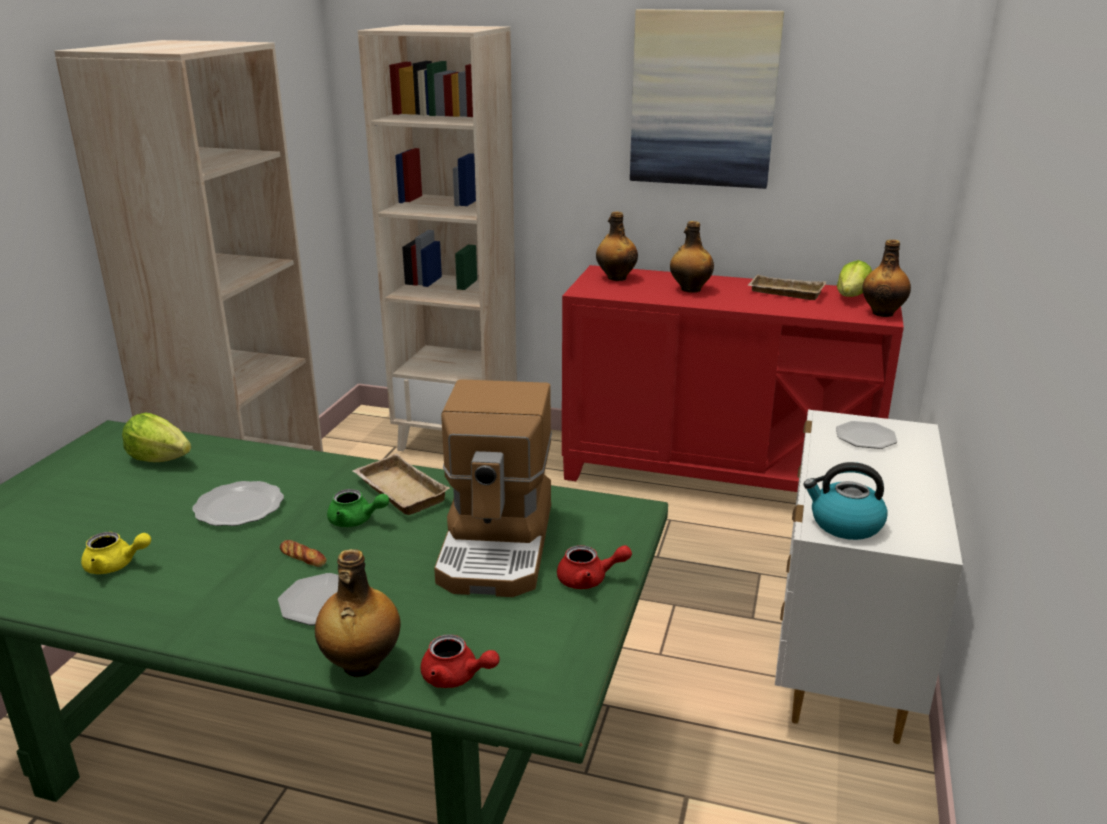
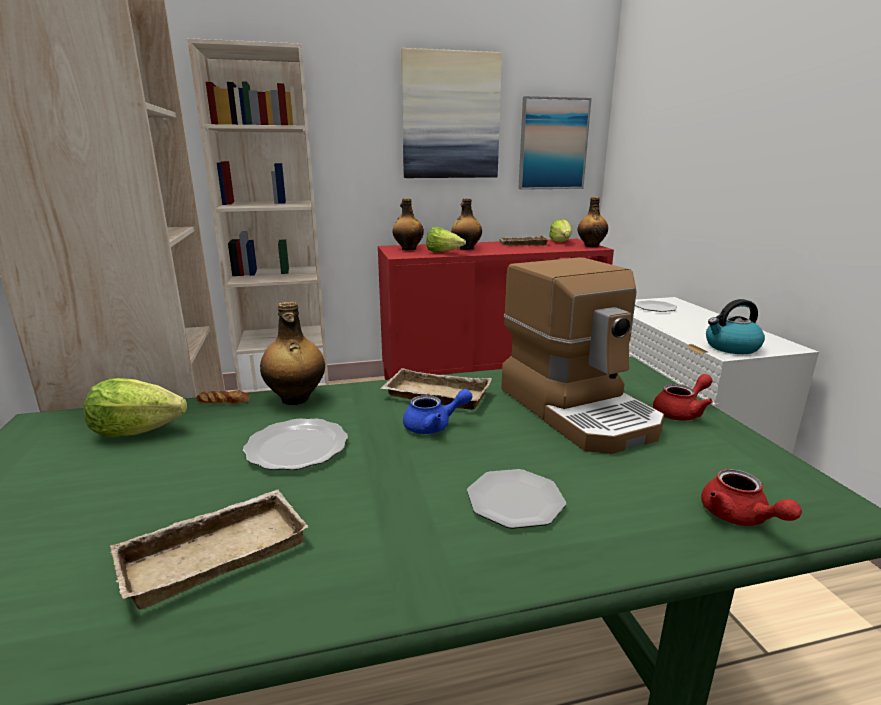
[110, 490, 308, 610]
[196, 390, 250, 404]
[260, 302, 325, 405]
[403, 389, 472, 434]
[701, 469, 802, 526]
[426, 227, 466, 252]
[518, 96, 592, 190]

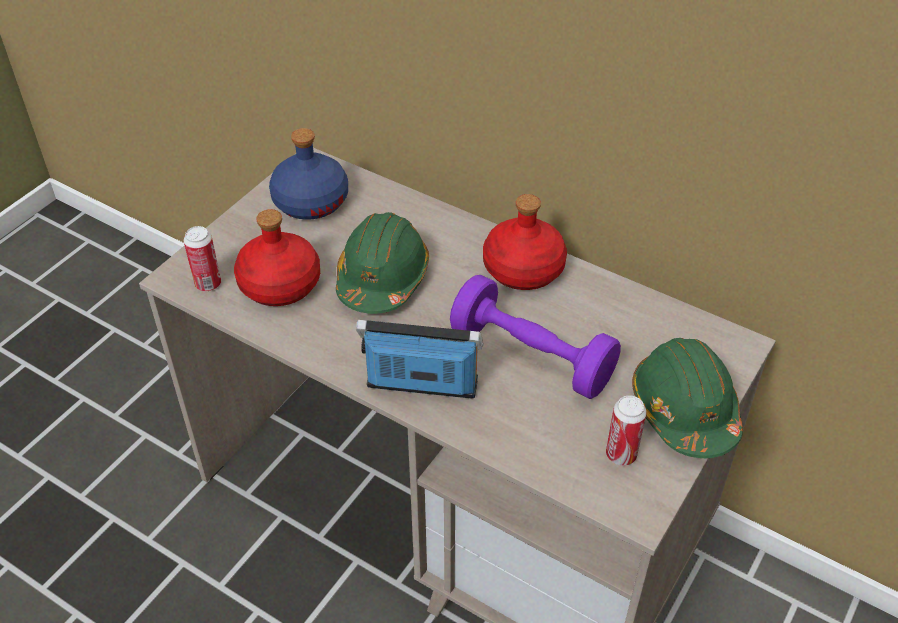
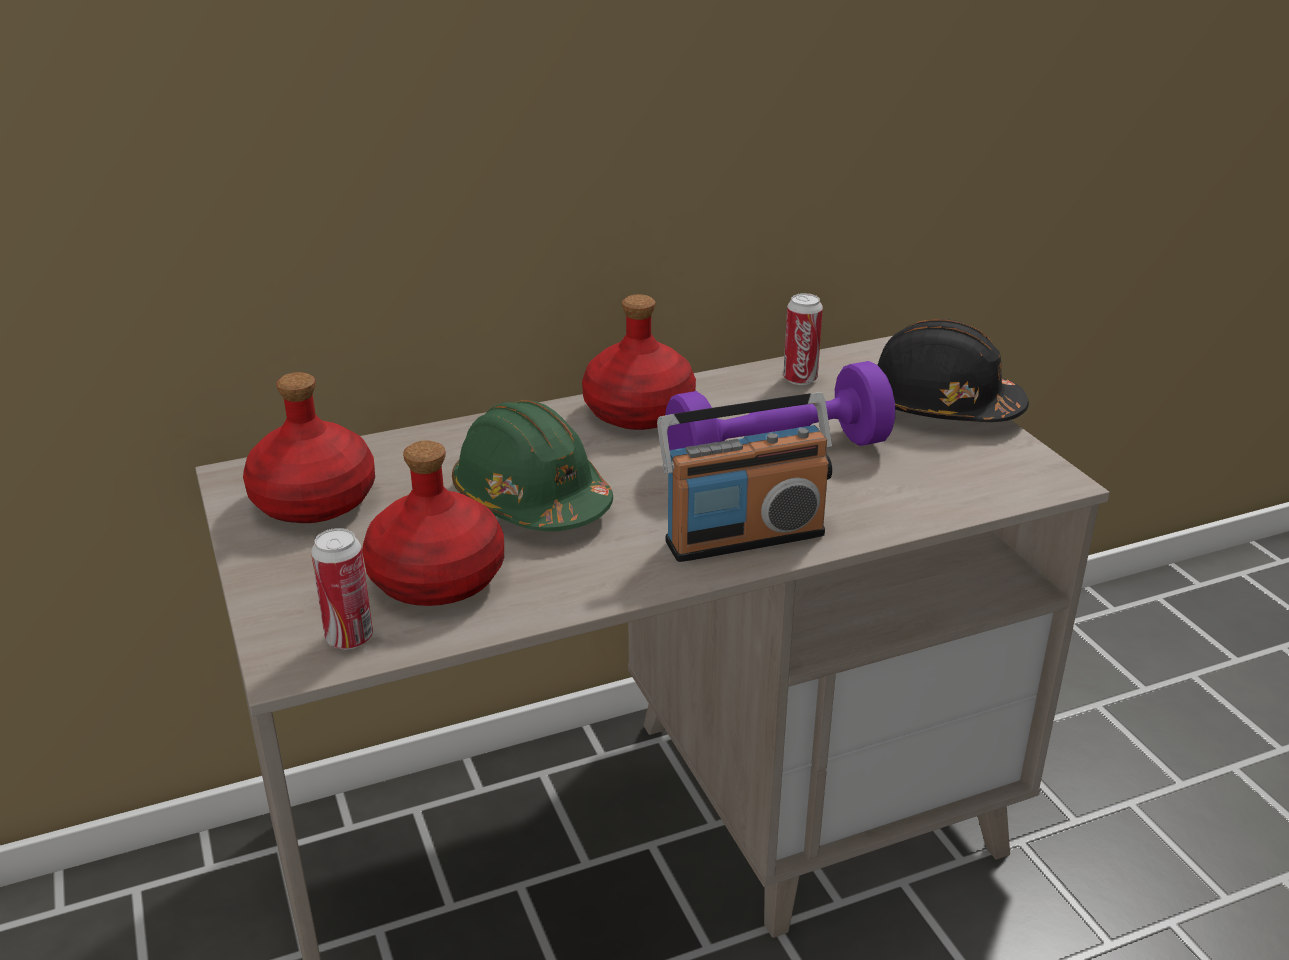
[243, 372, 375, 523]
[657, 392, 832, 562]
[783, 293, 823, 385]
[878, 319, 1029, 422]

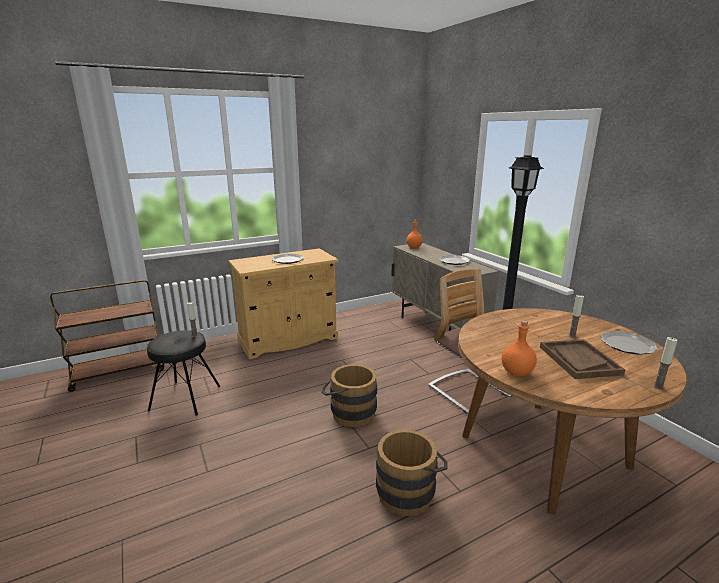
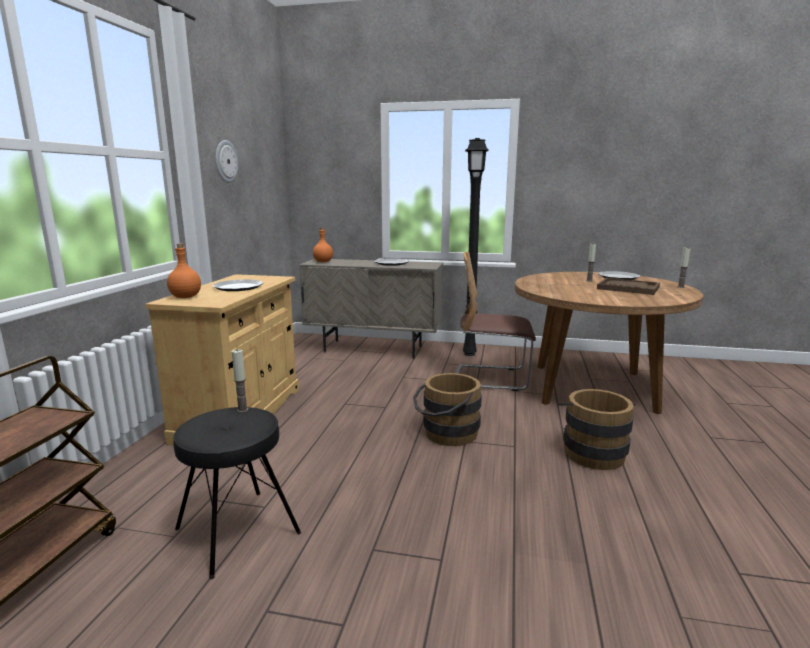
[167, 243, 201, 298]
[215, 140, 238, 183]

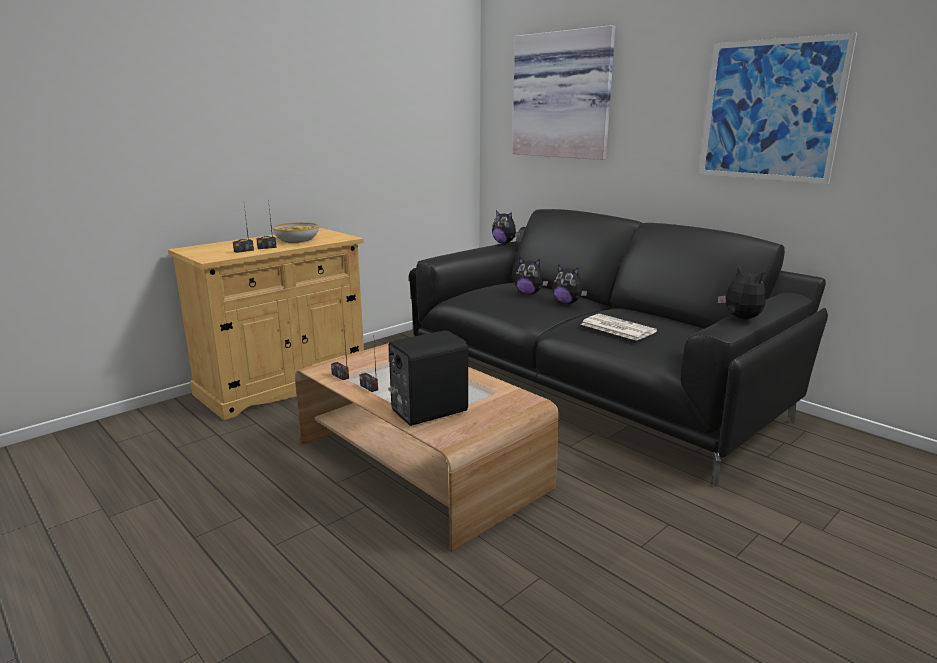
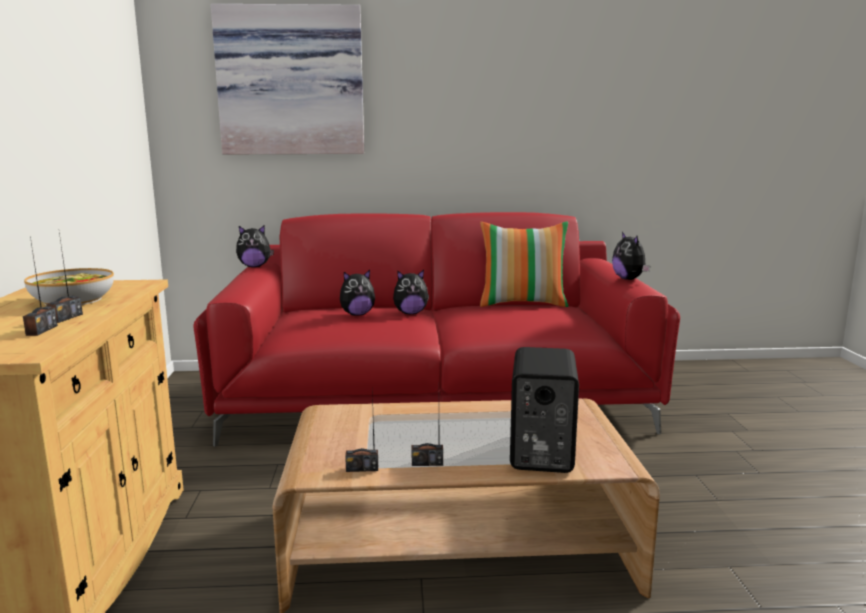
[194, 212, 680, 447]
[581, 314, 657, 341] (first image)
[699, 33, 857, 184] (first image)
[612, 232, 650, 280]
[480, 221, 569, 307]

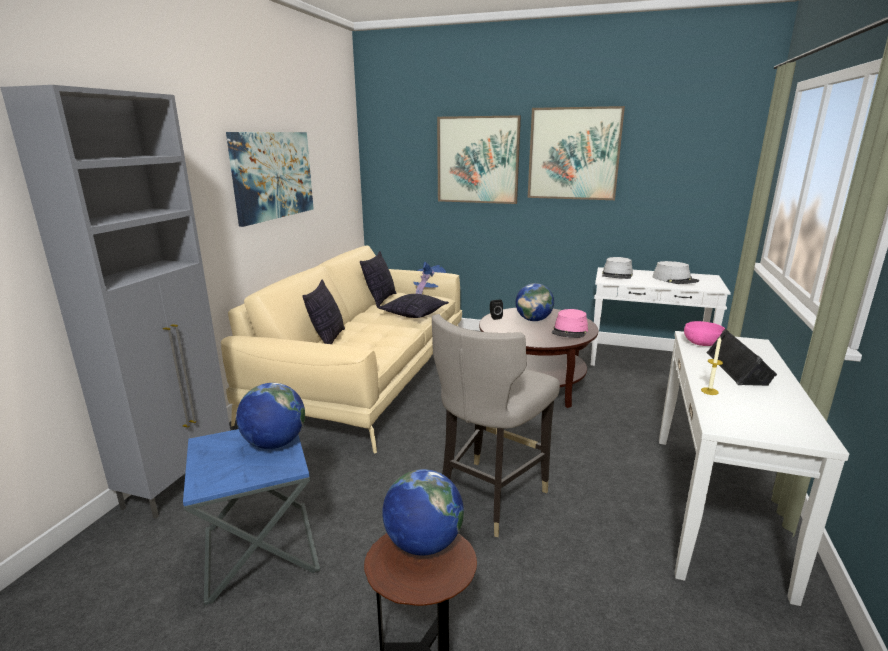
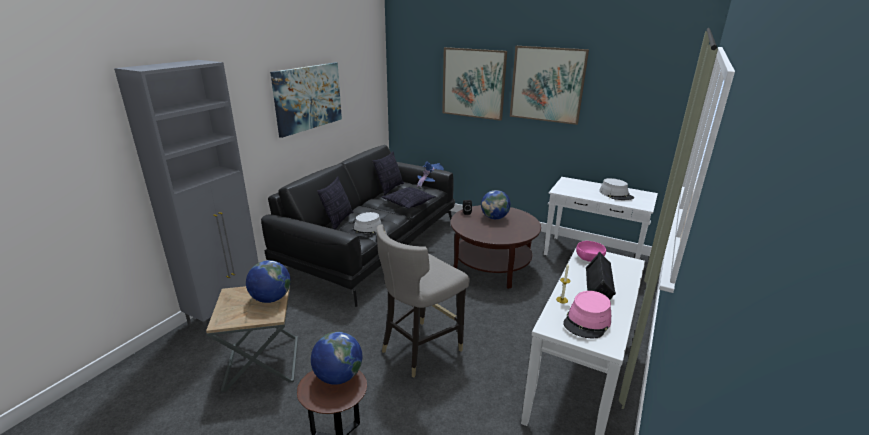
[206, 286, 298, 392]
[261, 145, 455, 307]
[563, 291, 611, 338]
[349, 212, 382, 237]

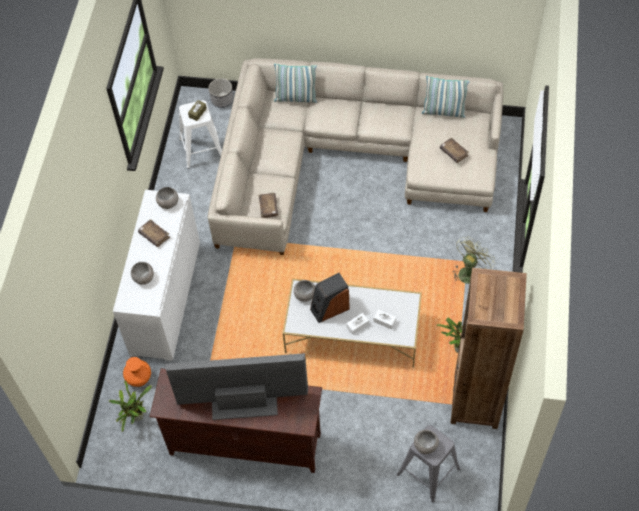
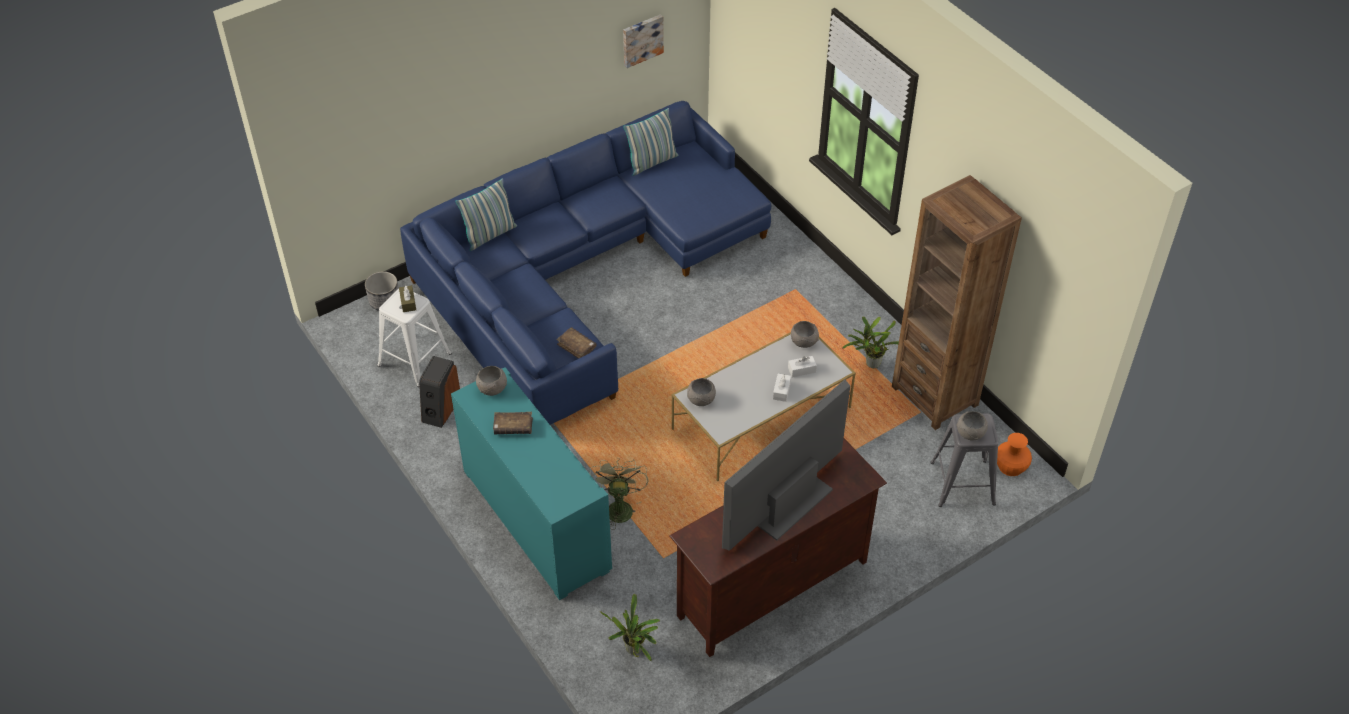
[451, 367, 612, 600]
[997, 433, 1032, 476]
[791, 321, 819, 348]
[400, 101, 771, 425]
[419, 356, 460, 428]
[440, 138, 469, 163] (first image)
[590, 458, 649, 530]
[623, 14, 664, 68]

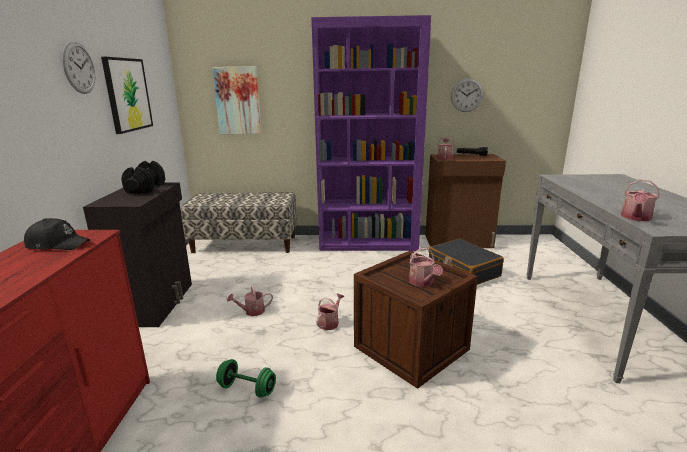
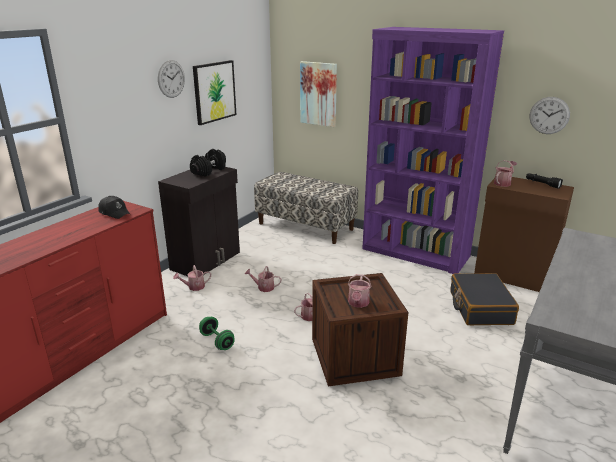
[173, 265, 211, 291]

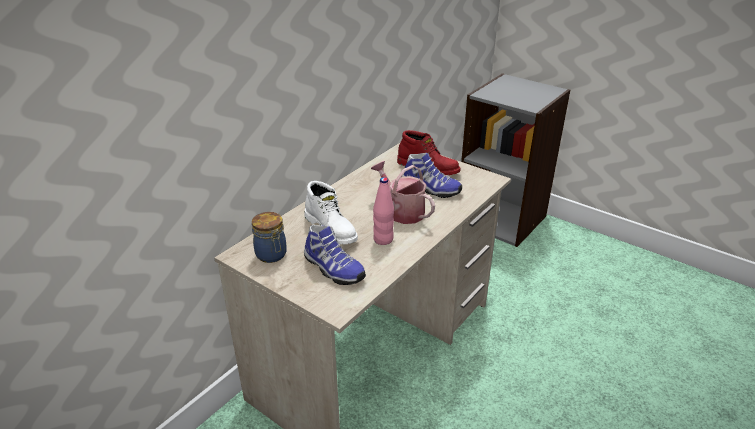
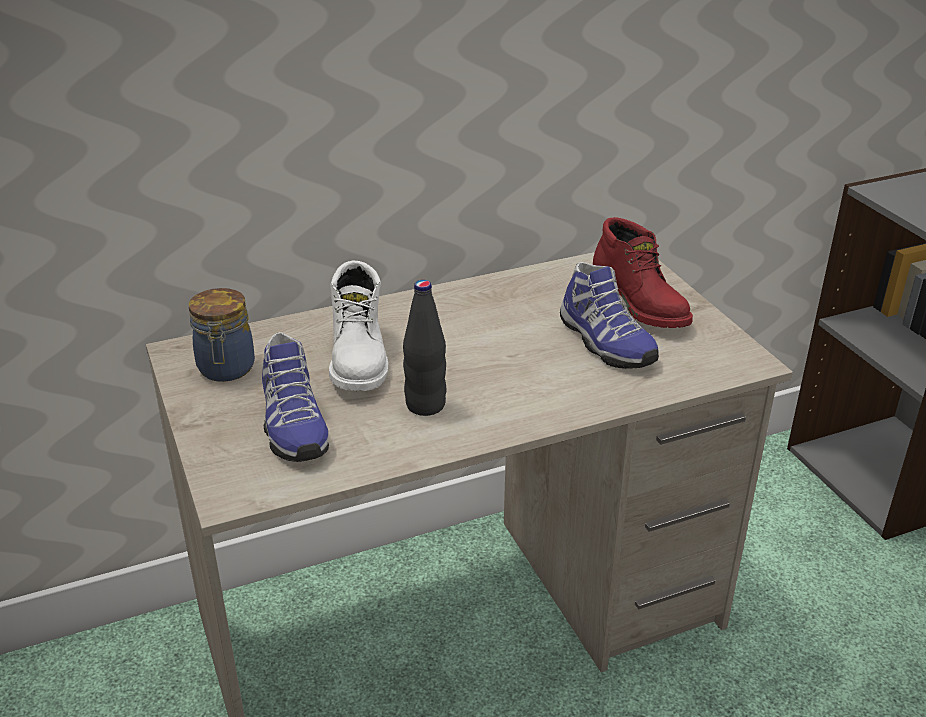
[371, 161, 435, 224] (first image)
[403, 280, 446, 416]

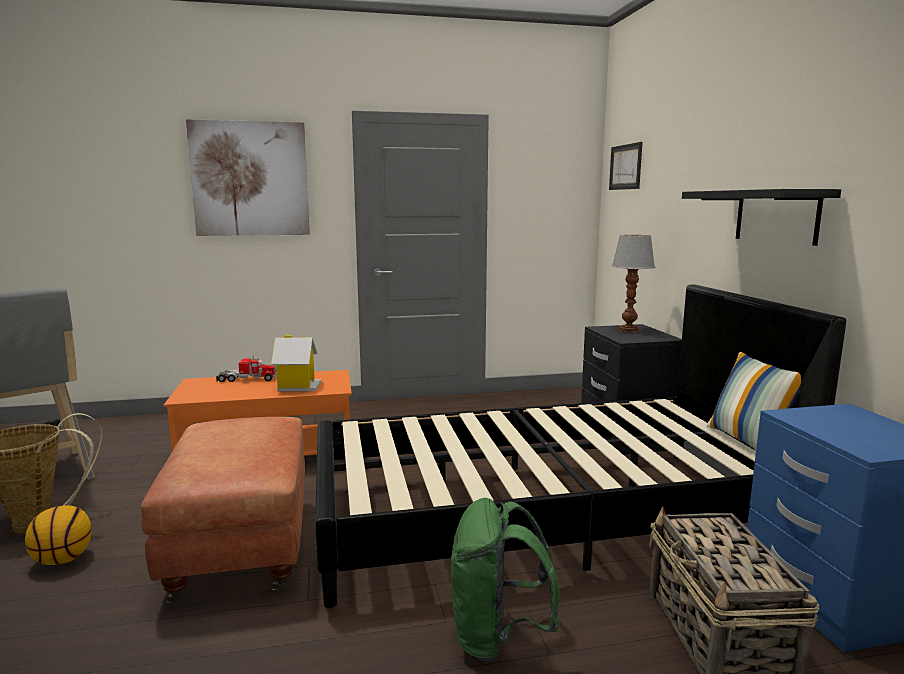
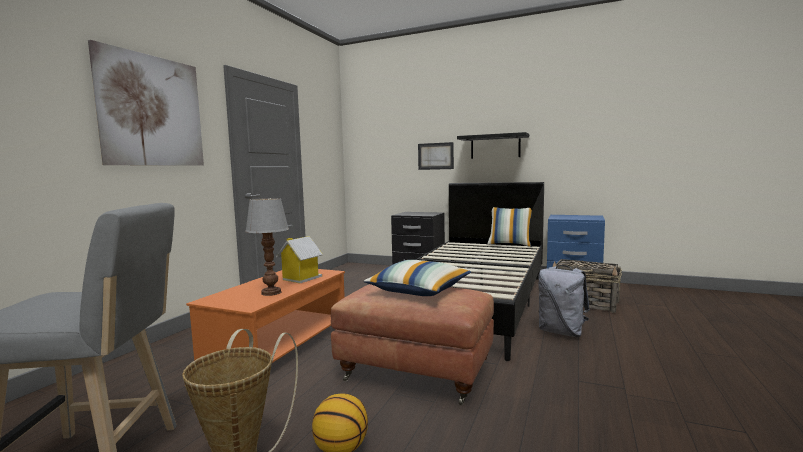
[216, 355, 277, 382] (first image)
[538, 265, 590, 337]
[418, 142, 454, 170]
[245, 198, 289, 296]
[364, 260, 471, 296]

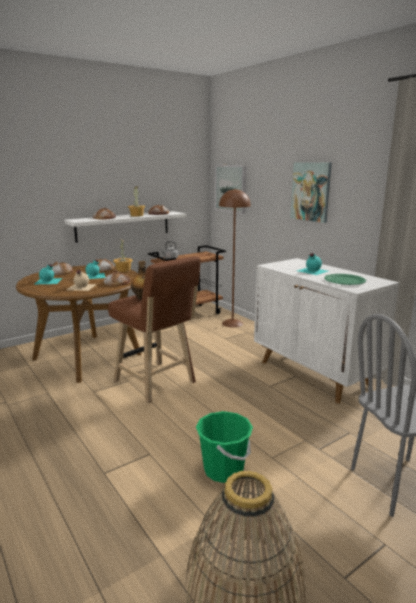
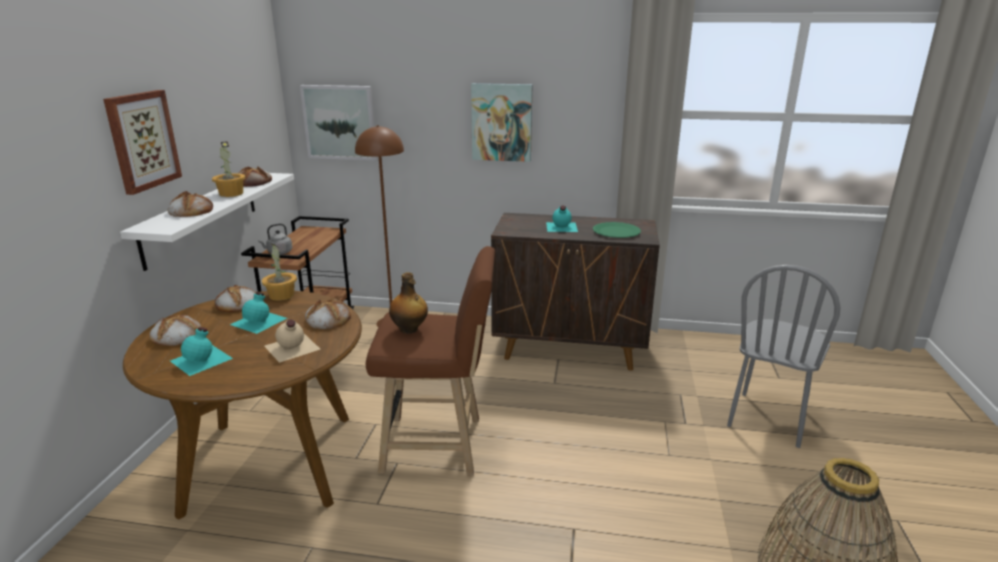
[196, 411, 253, 483] (first image)
[491, 213, 660, 371]
[103, 90, 182, 195]

